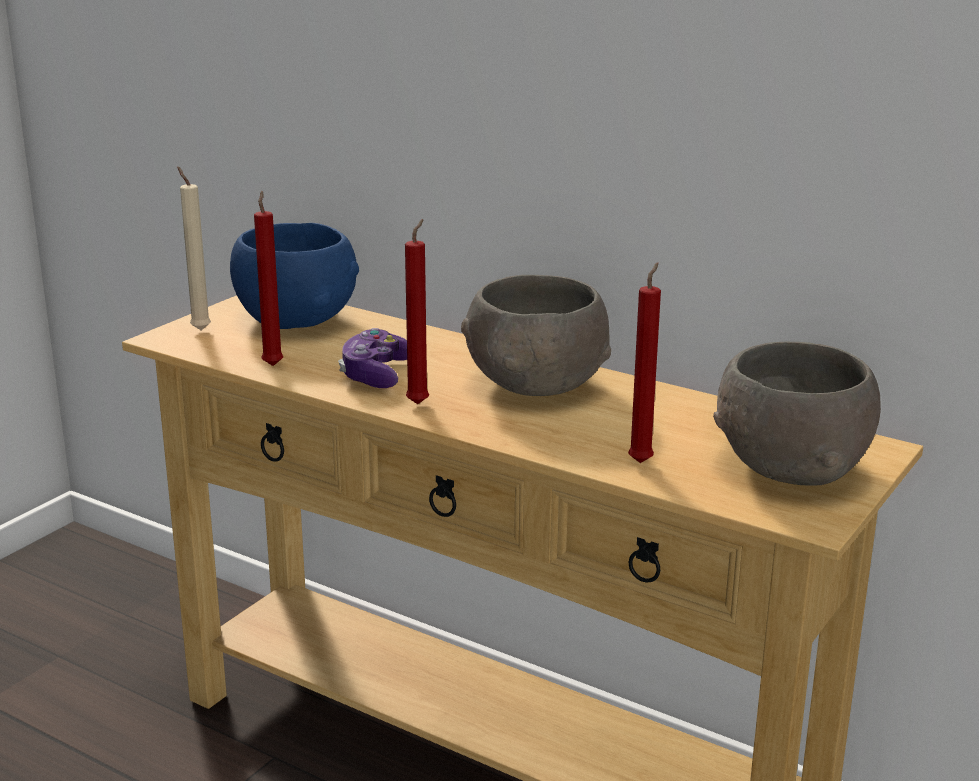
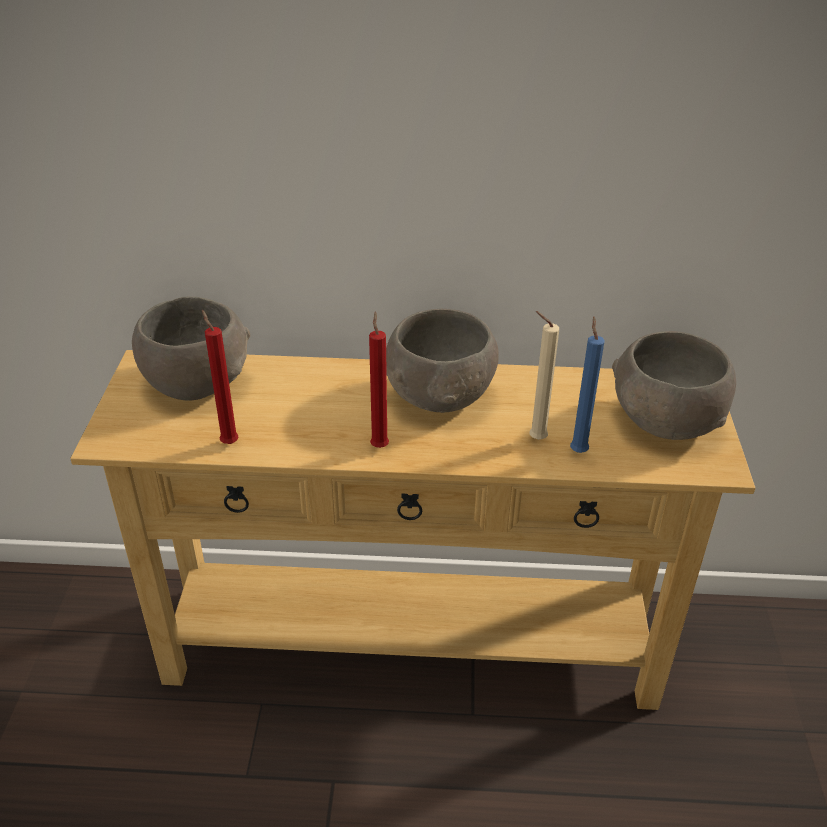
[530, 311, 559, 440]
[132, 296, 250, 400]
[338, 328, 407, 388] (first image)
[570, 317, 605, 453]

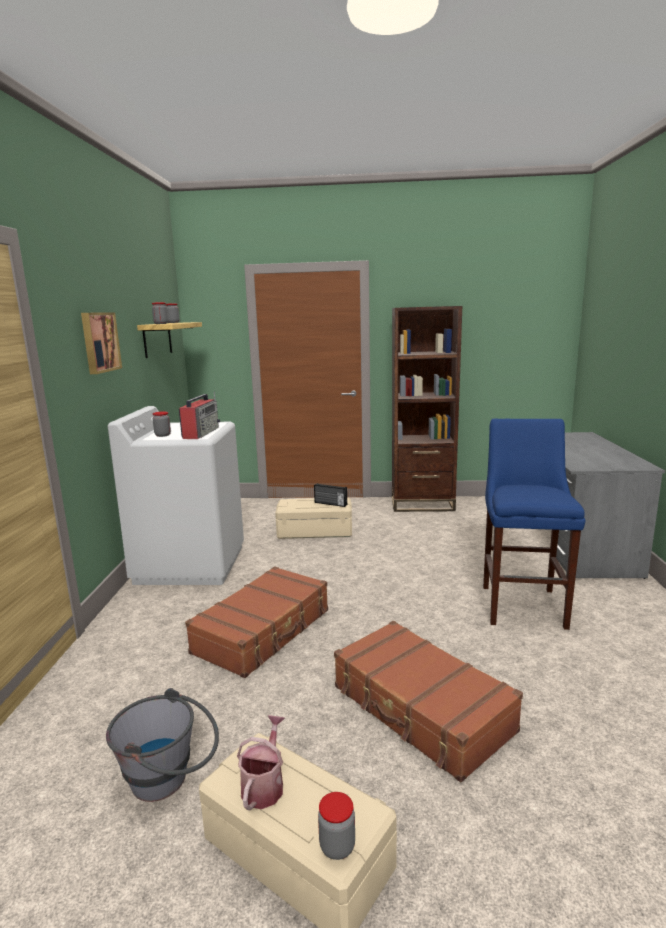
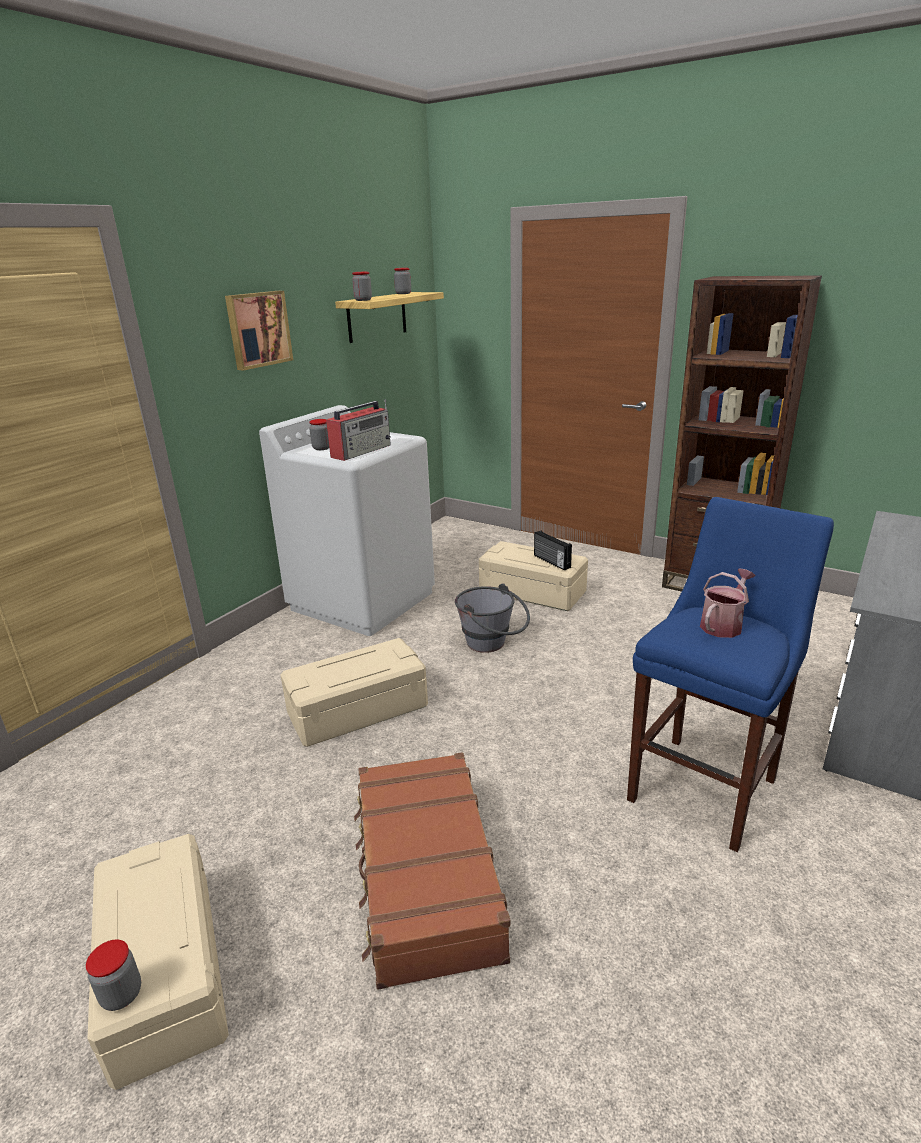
[455, 584, 530, 653]
[281, 638, 428, 747]
[700, 569, 755, 638]

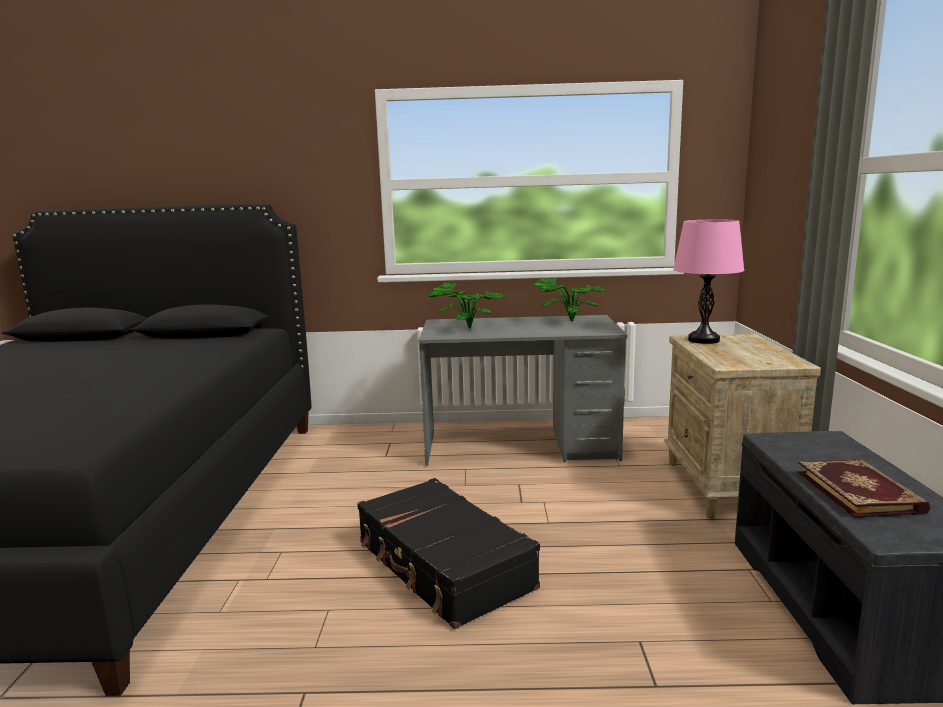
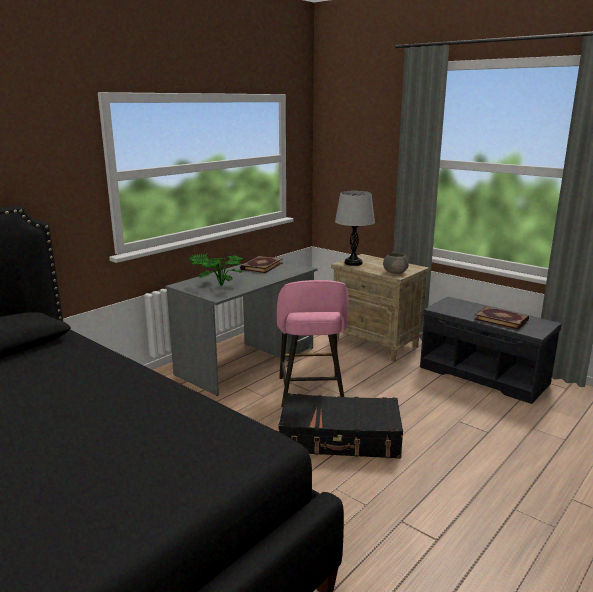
[240, 256, 283, 273]
[335, 191, 375, 266]
[277, 280, 348, 408]
[383, 253, 409, 274]

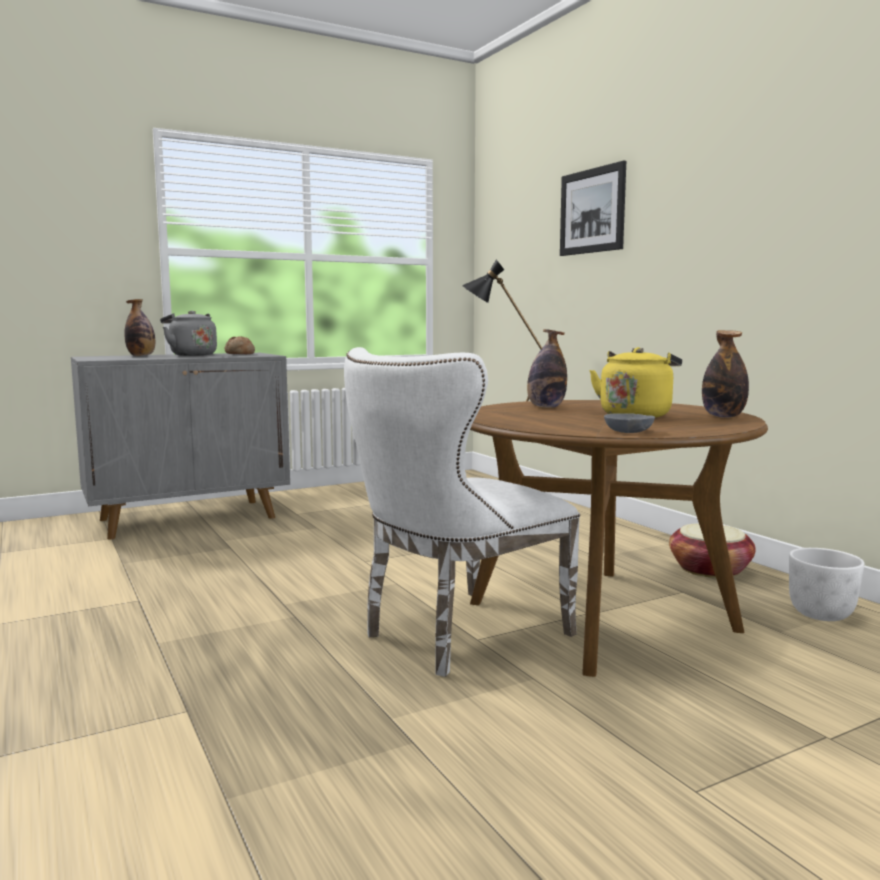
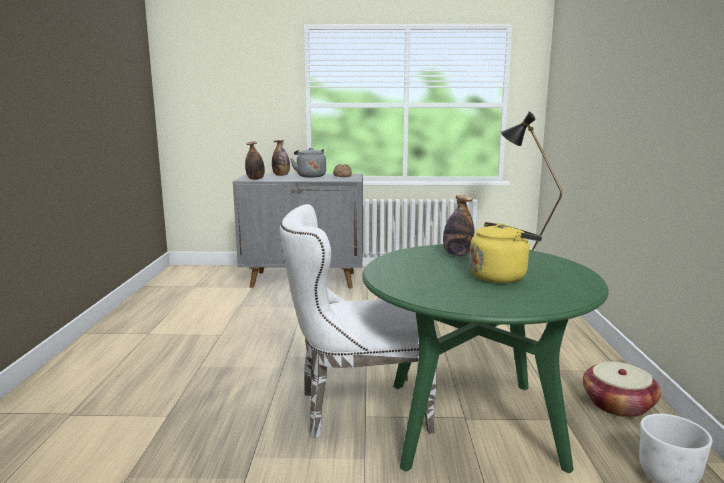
[362, 244, 608, 473]
[560, 160, 626, 256] (first image)
[604, 413, 655, 433] (first image)
[245, 142, 265, 180]

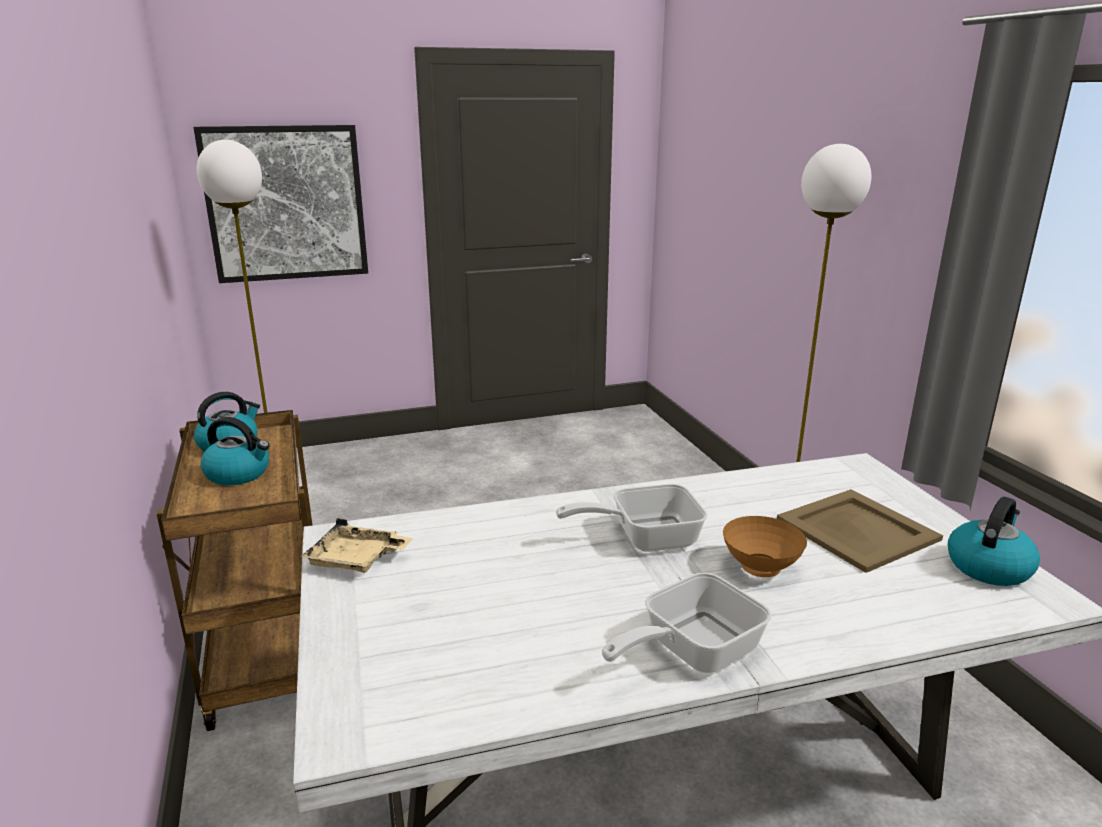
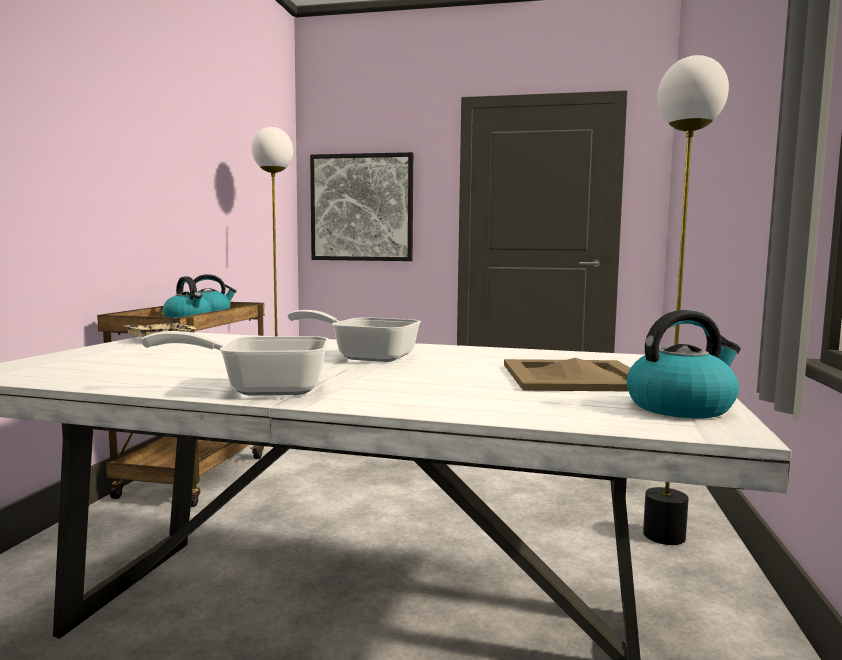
[723, 516, 807, 577] (first image)

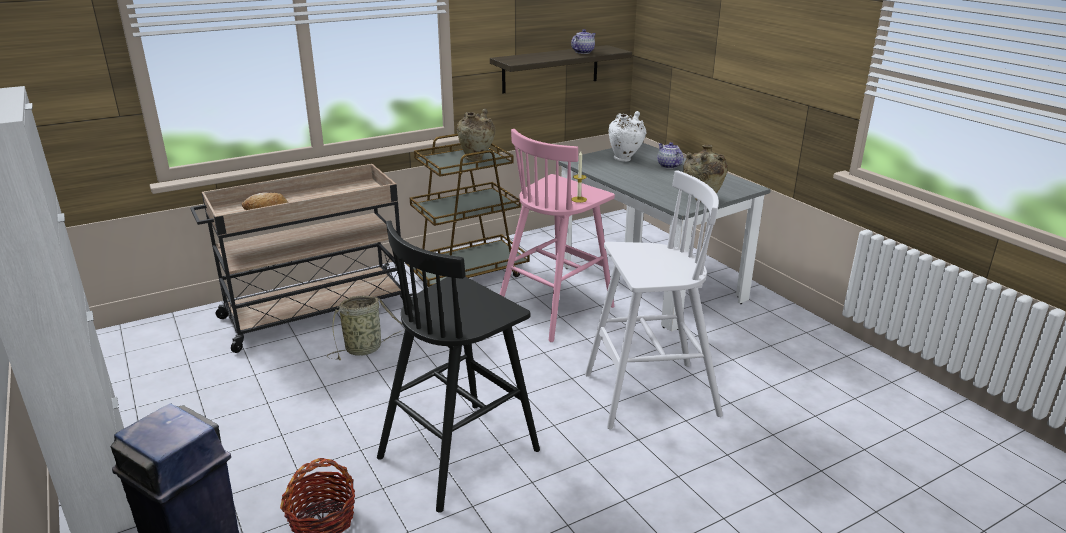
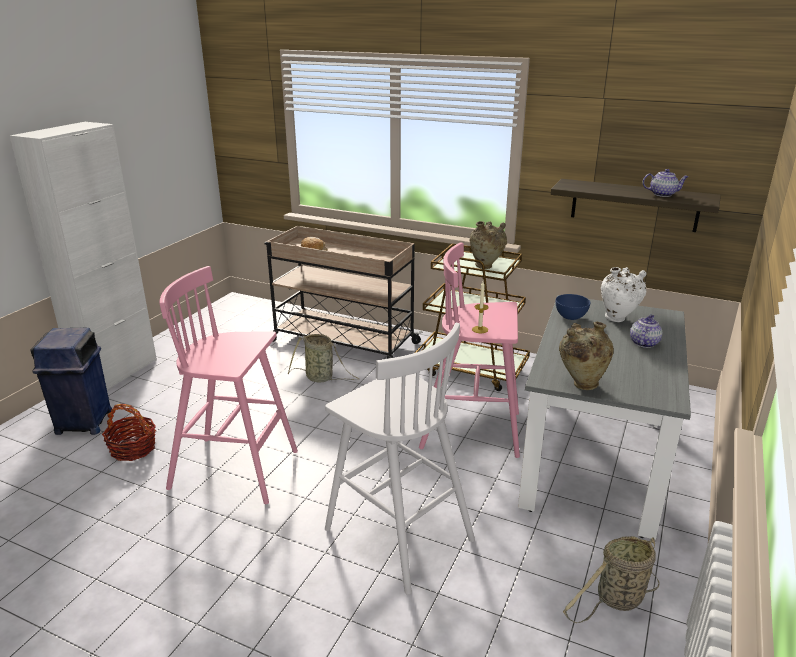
[160, 266, 298, 504]
[556, 294, 590, 320]
[563, 536, 659, 623]

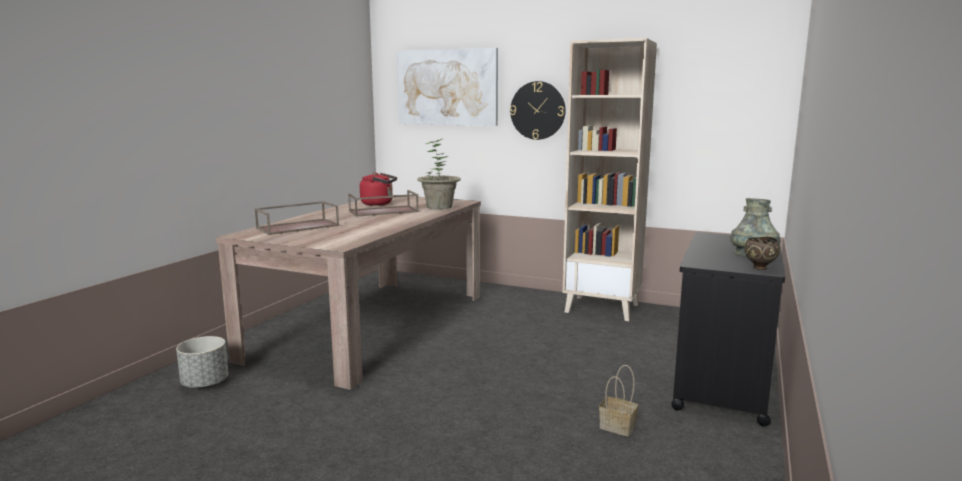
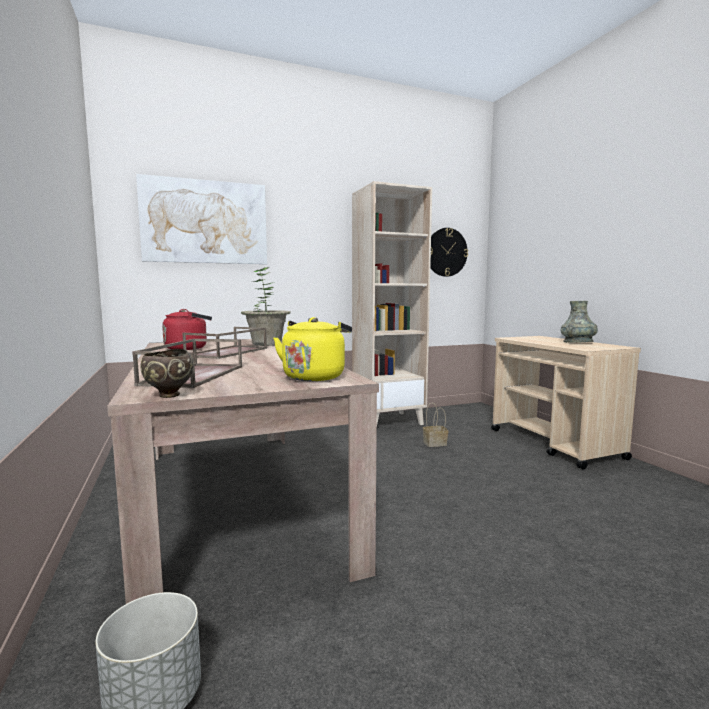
[430, 228, 468, 277]
[423, 403, 448, 447]
[491, 336, 641, 470]
[140, 349, 194, 398]
[273, 317, 352, 381]

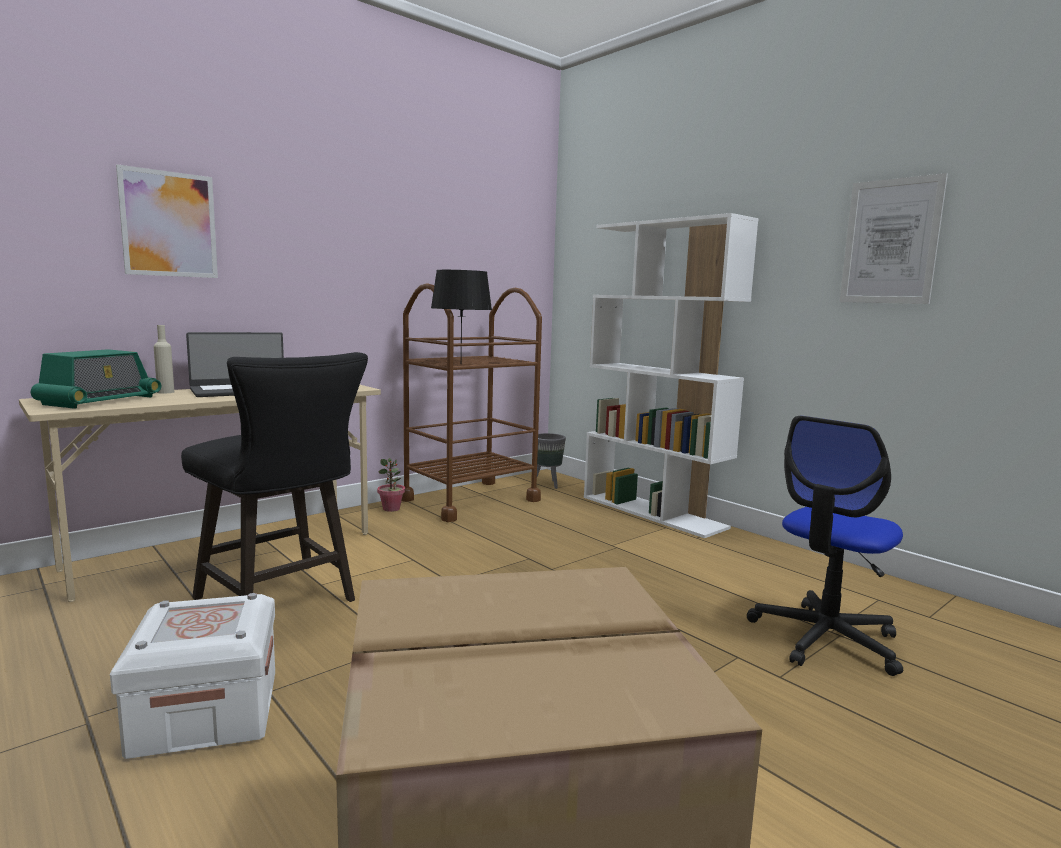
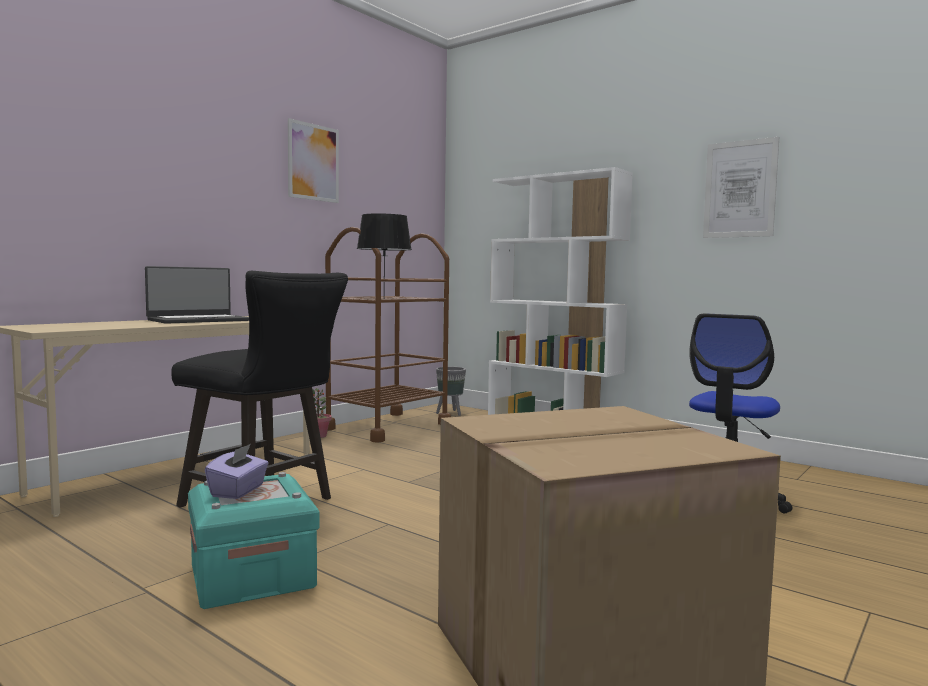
[31, 349, 161, 409] (first image)
[188, 472, 320, 609]
[288, 118, 339, 203]
[154, 325, 174, 394] (first image)
[205, 444, 269, 499]

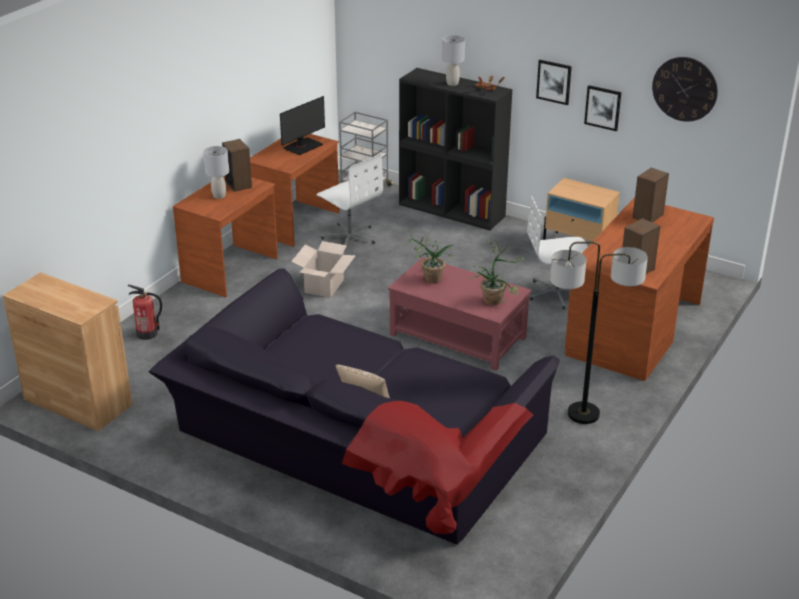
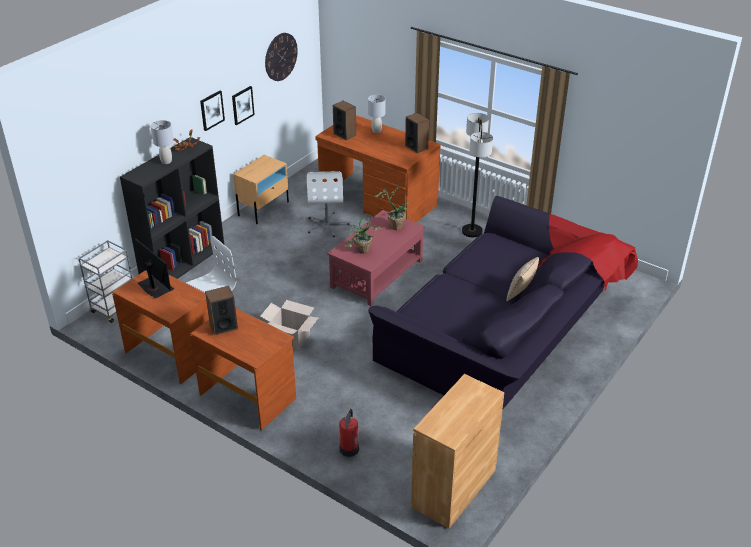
[368, 95, 386, 133]

